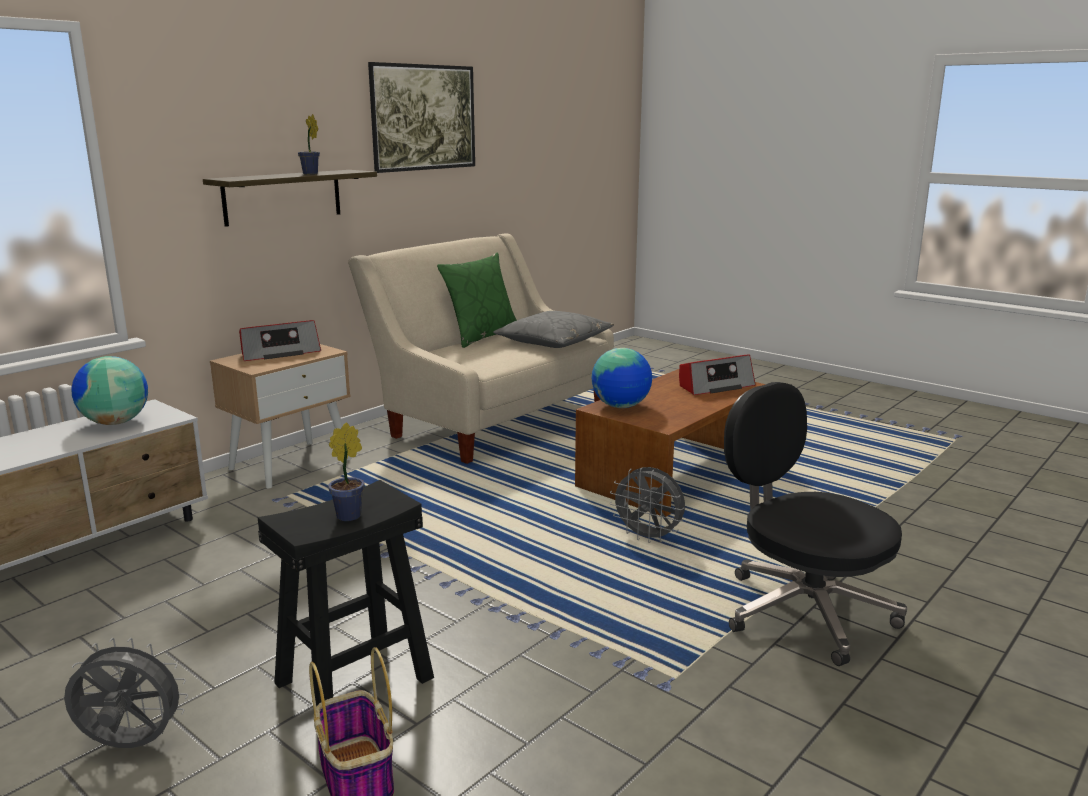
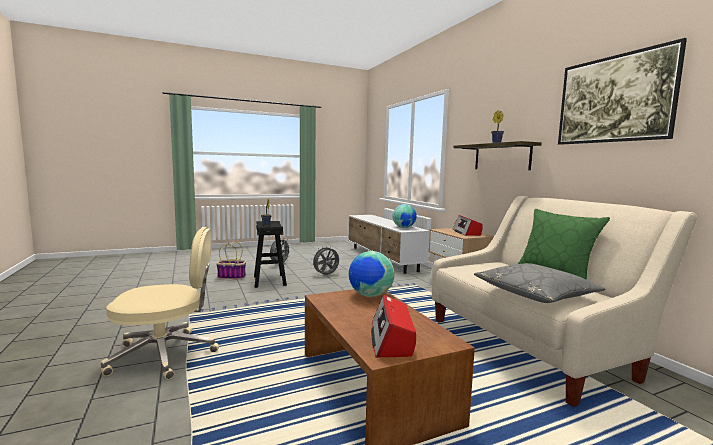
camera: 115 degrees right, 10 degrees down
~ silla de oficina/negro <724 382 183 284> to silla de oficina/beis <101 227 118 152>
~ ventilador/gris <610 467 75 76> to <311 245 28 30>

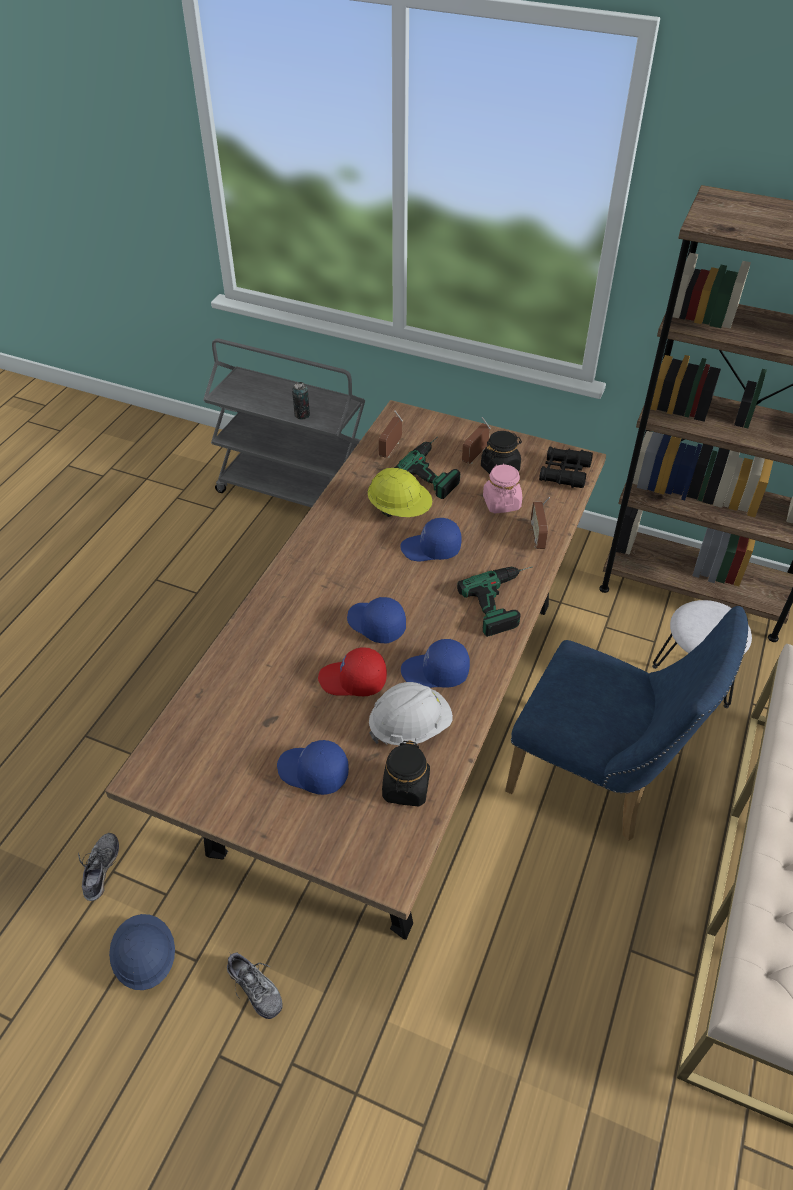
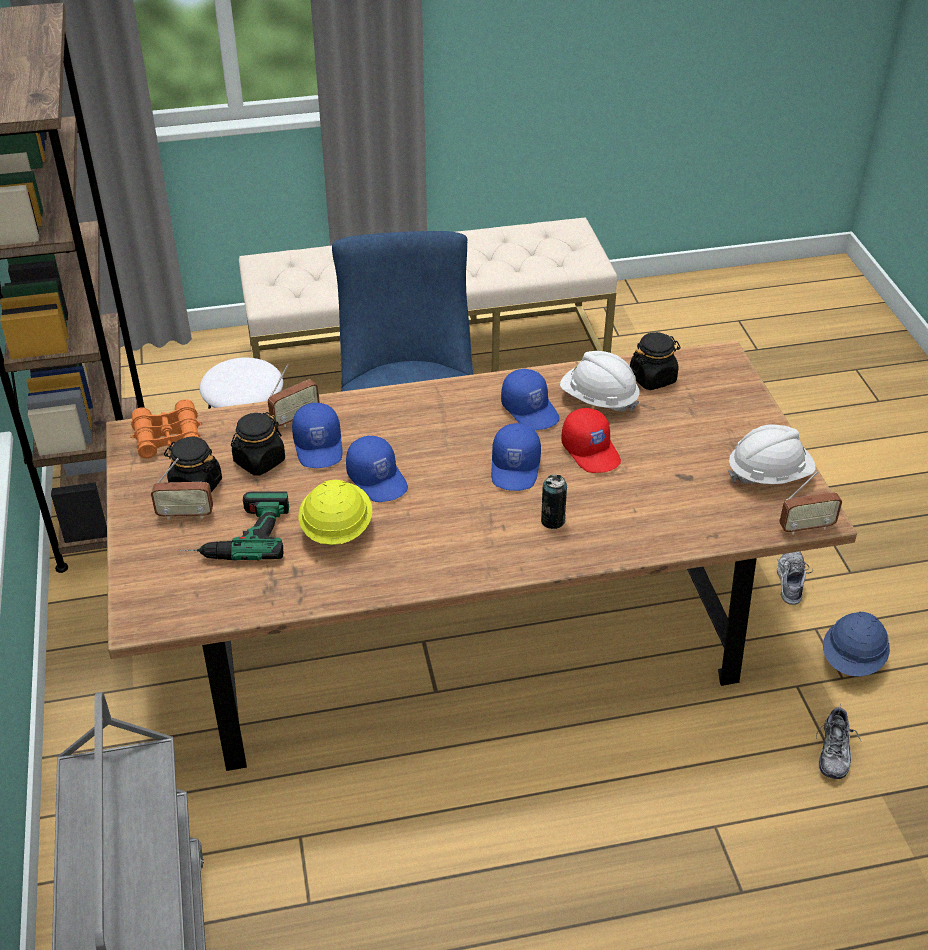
camera: 125 degrees left, 5 degrees down
~ lata <292 382 18 38> to <541 474 26 55>
~ radio <379 410 24 48> to <779 471 63 64>
~ prismáticos/negro <539 446 54 42> to prismáticos/naranja <130 399 72 59>
~ tarro/rosa <483 464 39 49> to tarro/negro <231 412 54 64>
- taladro <457 566 76 71>
~ gorra/azul <277 740 72 55> to <292 403 51 65>
~ zapato <78 833 41 68> = <816 706 45 73> 45 degrees counterclockwise
+ casco/blanco <728 424 88 61>

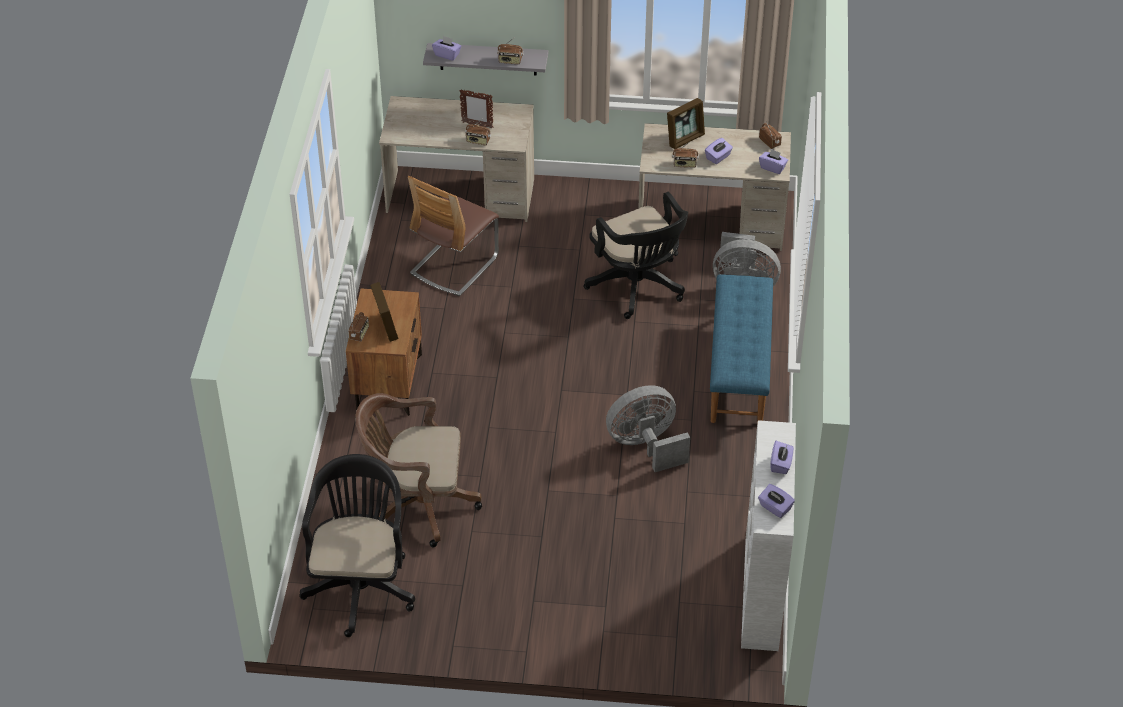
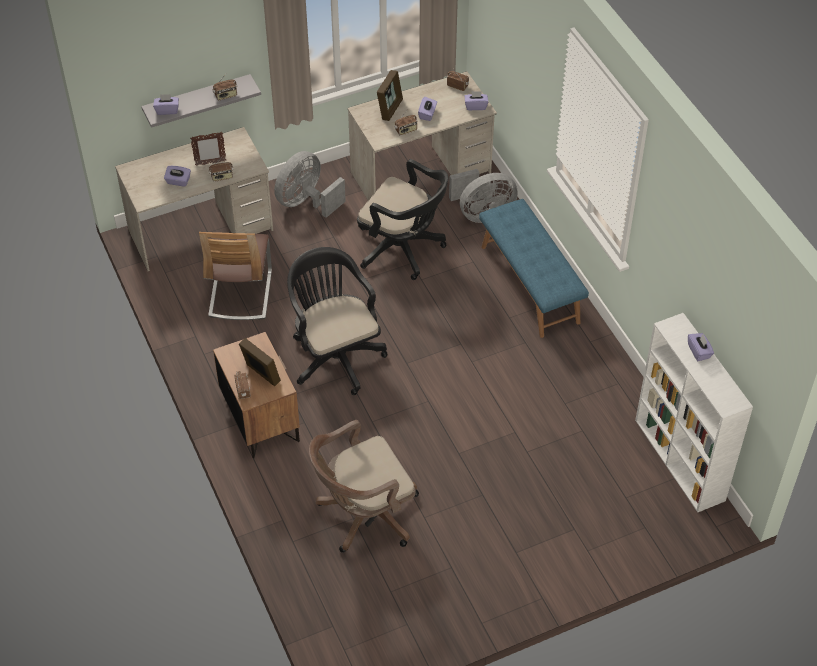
camera: 30 degrees left, 5 degrees up
~ ventilador/gris <606 385 84 87> to <274 151 72 67>
~ silla de oficina/negro <300 454 115 183> to <287 247 101 148>
~ caja de pañuelos/morado <758 484 37 34> to <164 166 27 21>

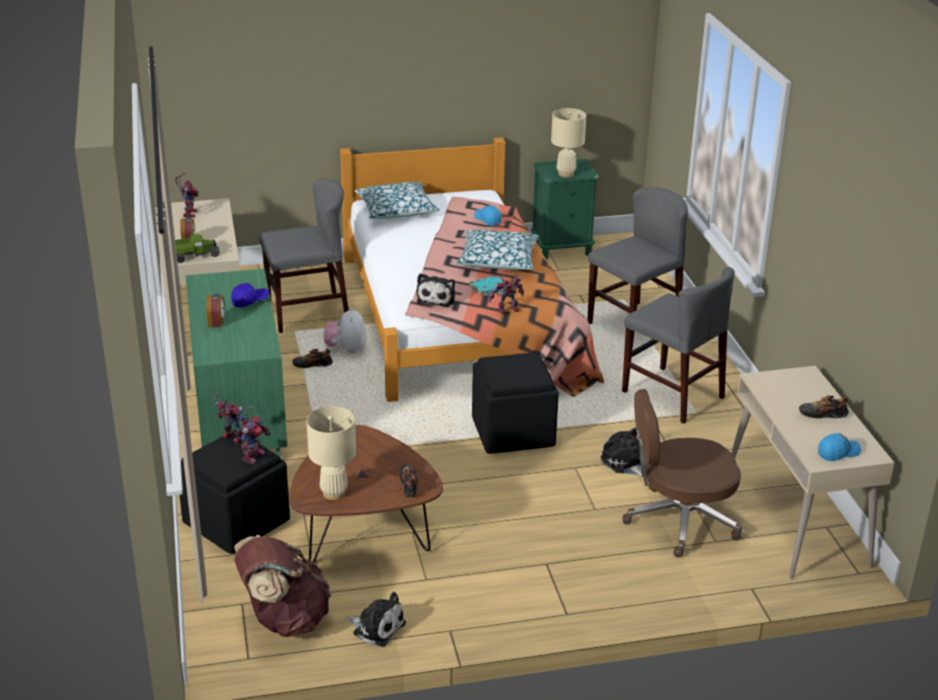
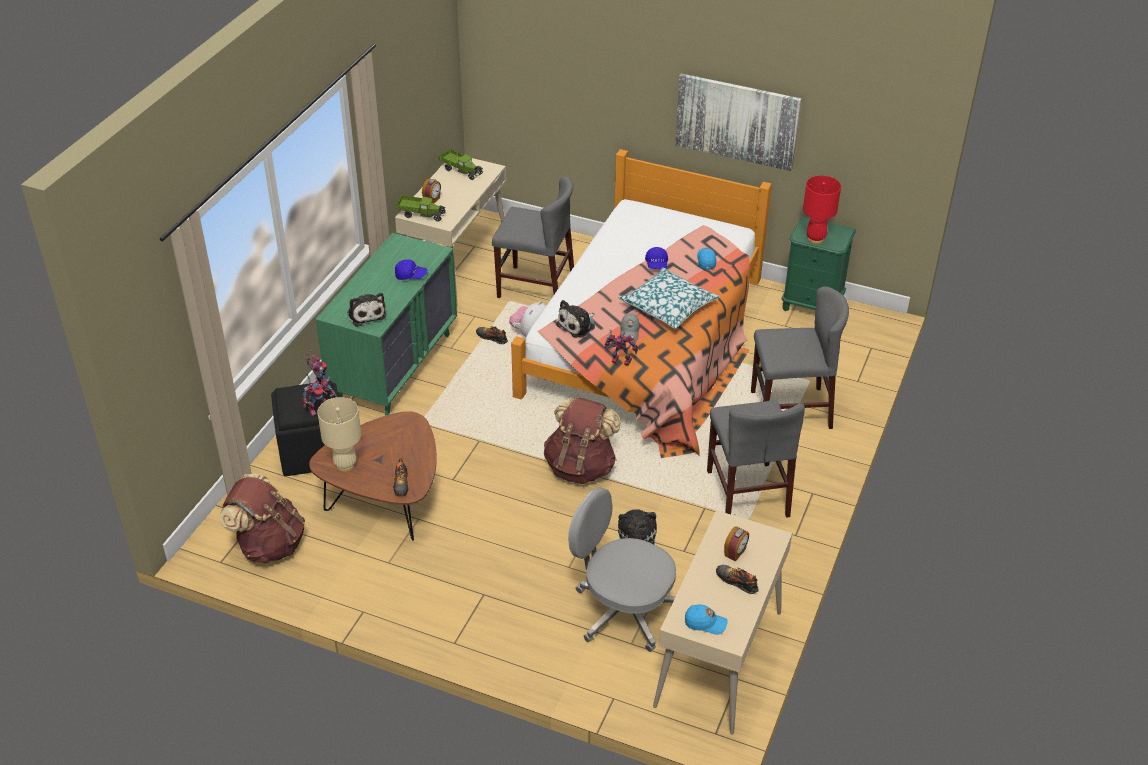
camera: 35 degrees right, 10 degrees up
~ lámpara de mesa/beis <551 108 35 69> to lámpara de mesa/rojo <803 176 38 68>
~ robot de juguete <175 173 24 45> to camión de juguete <439 149 44 31>
- cojín <355 182 85 37>
~ libro/turquesa <469 275 35 21> to gorra/gris <620 313 20 27>
~ despertador <206 294 19 33> to <724 526 25 35>
~ puf/negro <472 352 87 102> to mochila/marrón <544 397 77 87>
~ silla de oficina/marrón <623 389 119 169> to silla de oficina/gris <568 488 108 164>
~ zapato <400 464 18 33> = <393 458 15 38> 150 degrees clockwise
~ peluche <345 592 61 55> to <347 293 39 34>
+ cuadro <675 74 126 97>
+ gorra/azul <645 247 23 22>

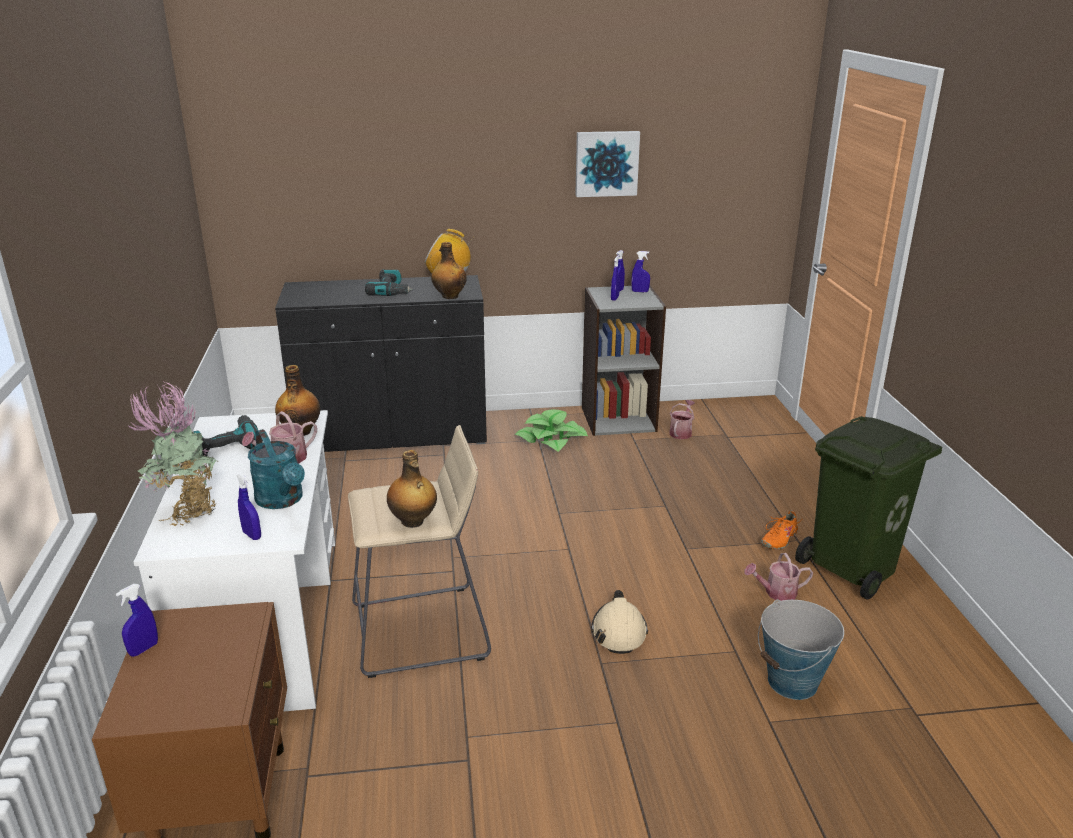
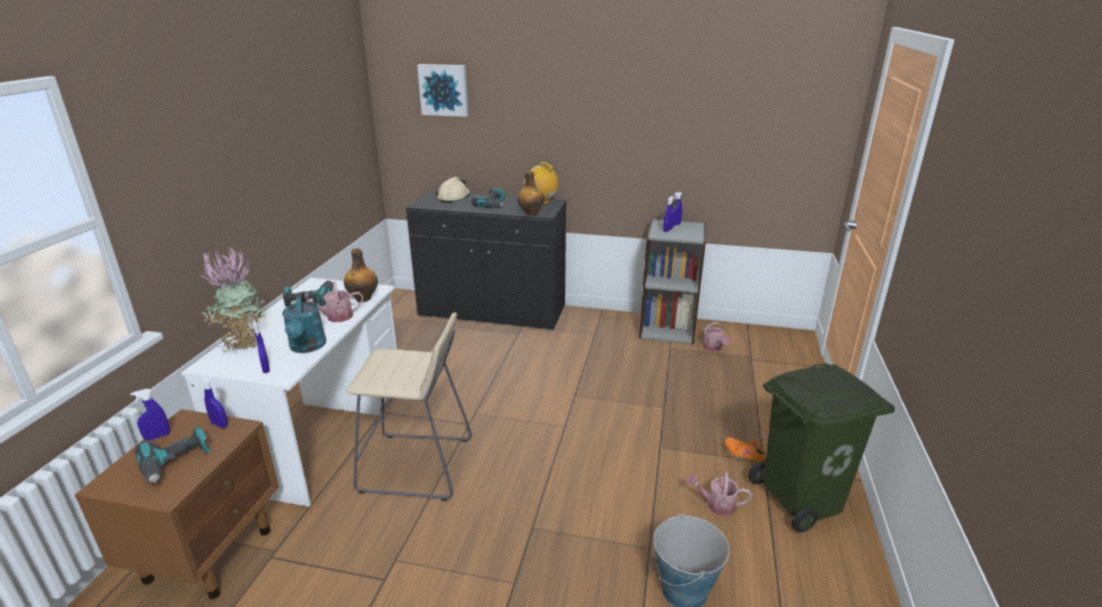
camera: 20 degrees right, 0 degrees up
~ cuadro <575 131 65 66> to <417 64 52 53>
~ pulverizador/azul <631 251 19 41> to <201 377 27 51>
~ regadera <669 400 26 39> = <703 322 27 30> 120 degrees clockwise
- planta en maceta <514 409 74 43>
- botella <387 450 50 78>
~ zapato/naranja <761 510 38 39> = <725 437 42 29> 75 degrees clockwise
~ casco/beis <591 590 57 64> to <436 177 35 26>
+ taladro <135 426 76 57>

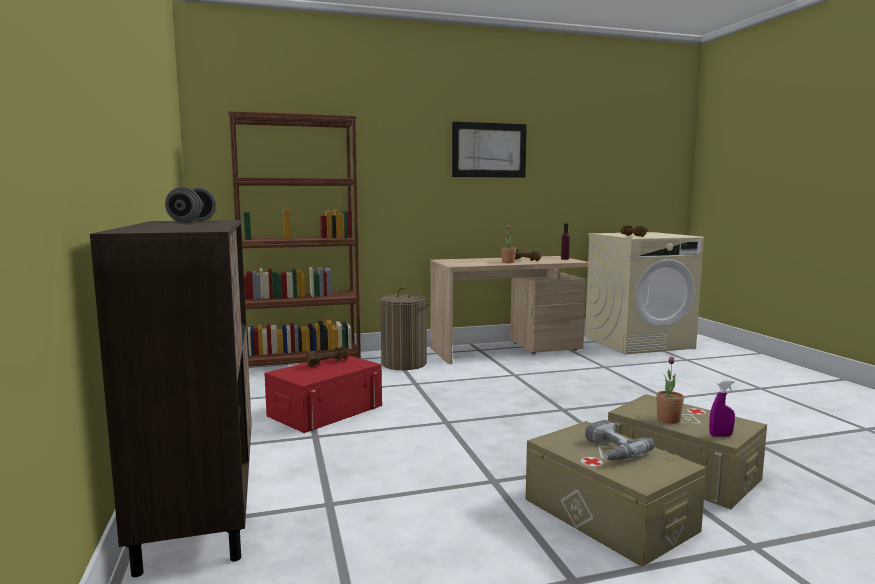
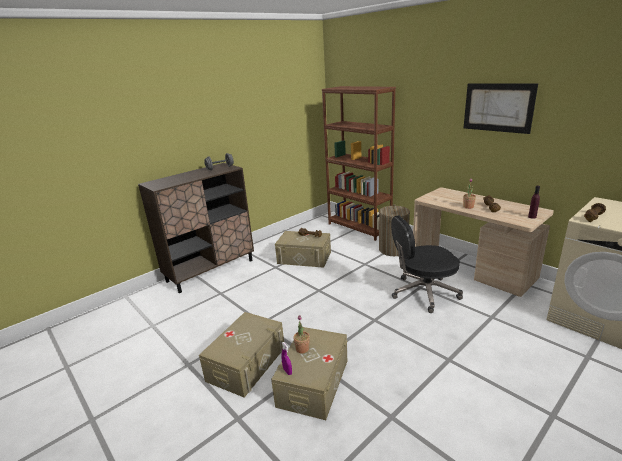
camera: 65 degrees right, 15 degrees up
~ caja de almacenaje/rojo <264 355 118 78> to caja de almacenaje/beis <275 231 56 37>
- taladro <585 420 70 41>
+ silla de oficina/negro <391 215 72 98>

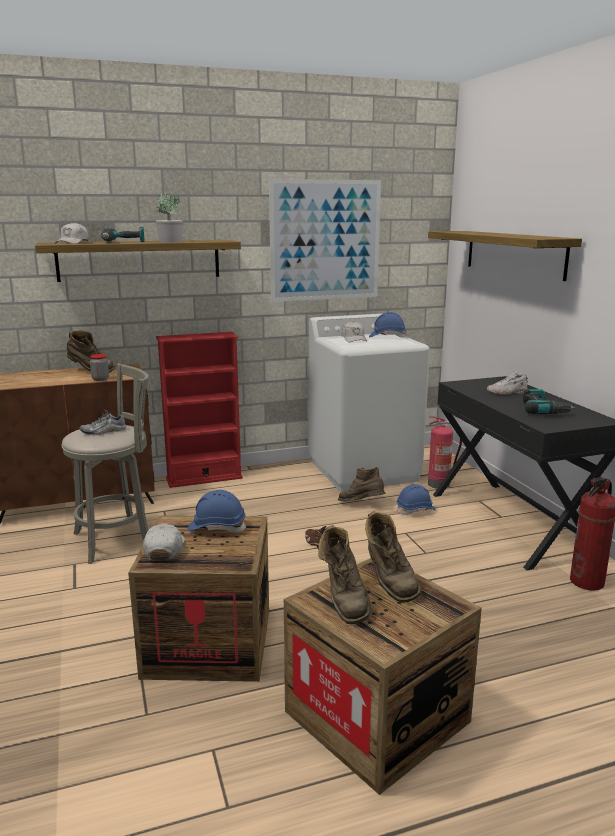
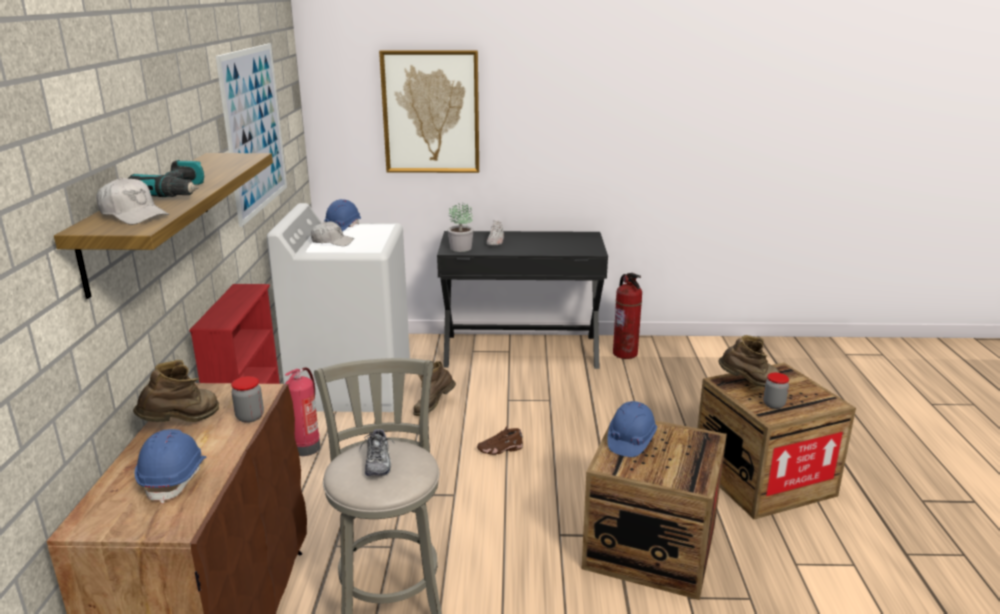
camera: 70 degrees left, 5 degrees up
~ planta en maceta <156 193 27 50> to <447 202 27 50>
~ estante <428 231 154 50> to cuadro <379 50 100 123>
- taladro <523 389 52 25>
~ extintor <428 416 34 73> to <285 367 35 89>
~ casco/azul <397 484 39 31> to <135 429 71 75>
- gorra/blanco <143 523 42 38>
~ bota/marrón <318 525 53 99> to tarro <763 373 26 36>

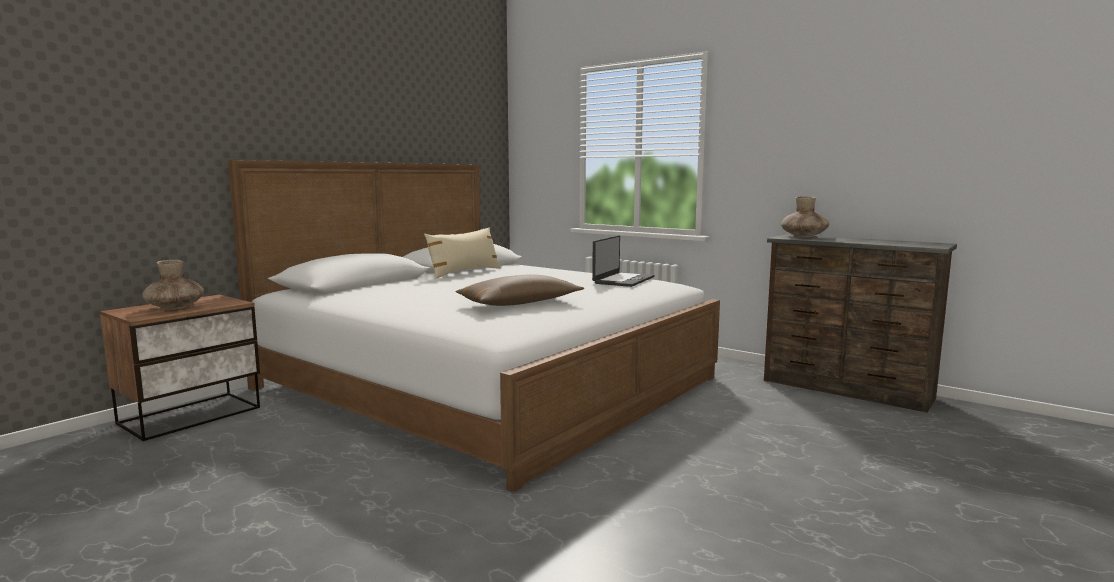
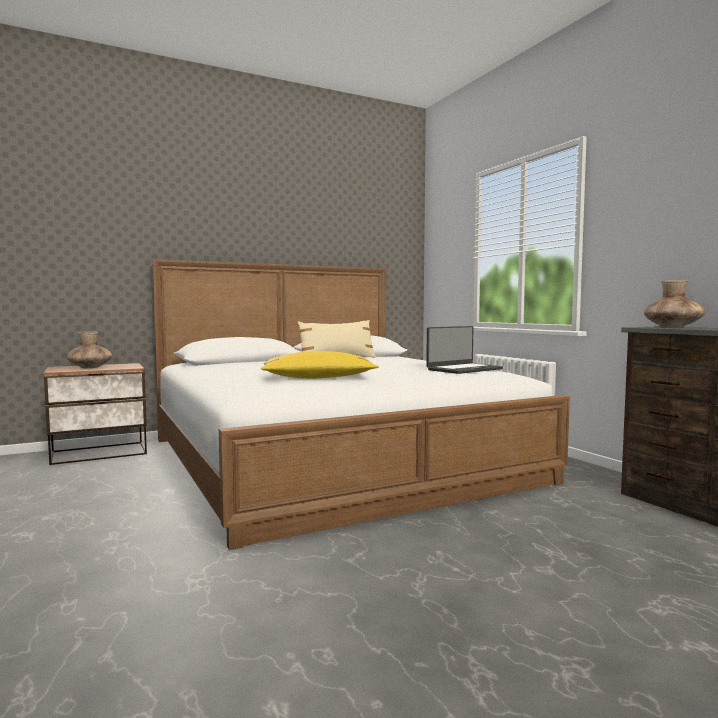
camera: 25 degrees right, 5 degrees down
~ cojín/marrón <455 274 129 32> to cojín/amarillo <261 351 118 27>

